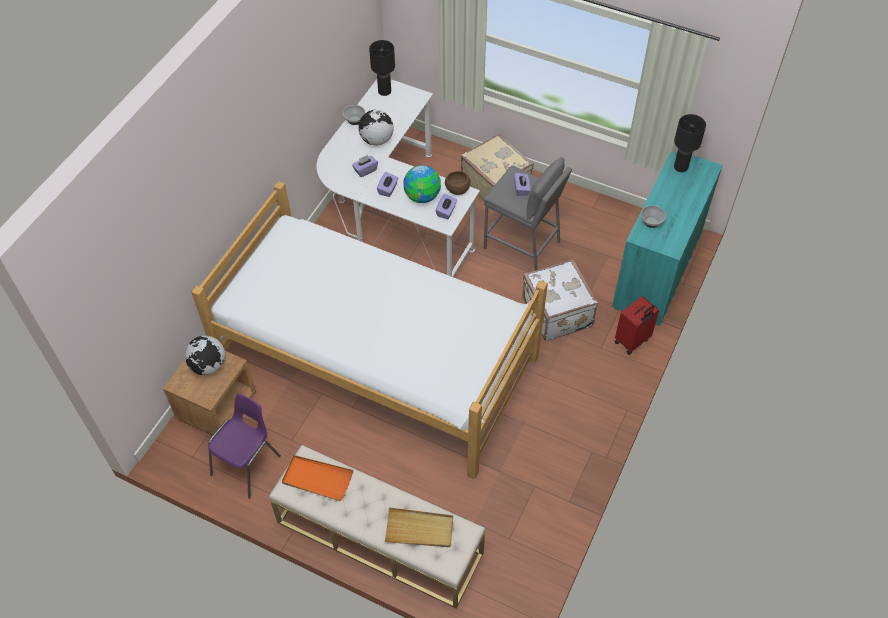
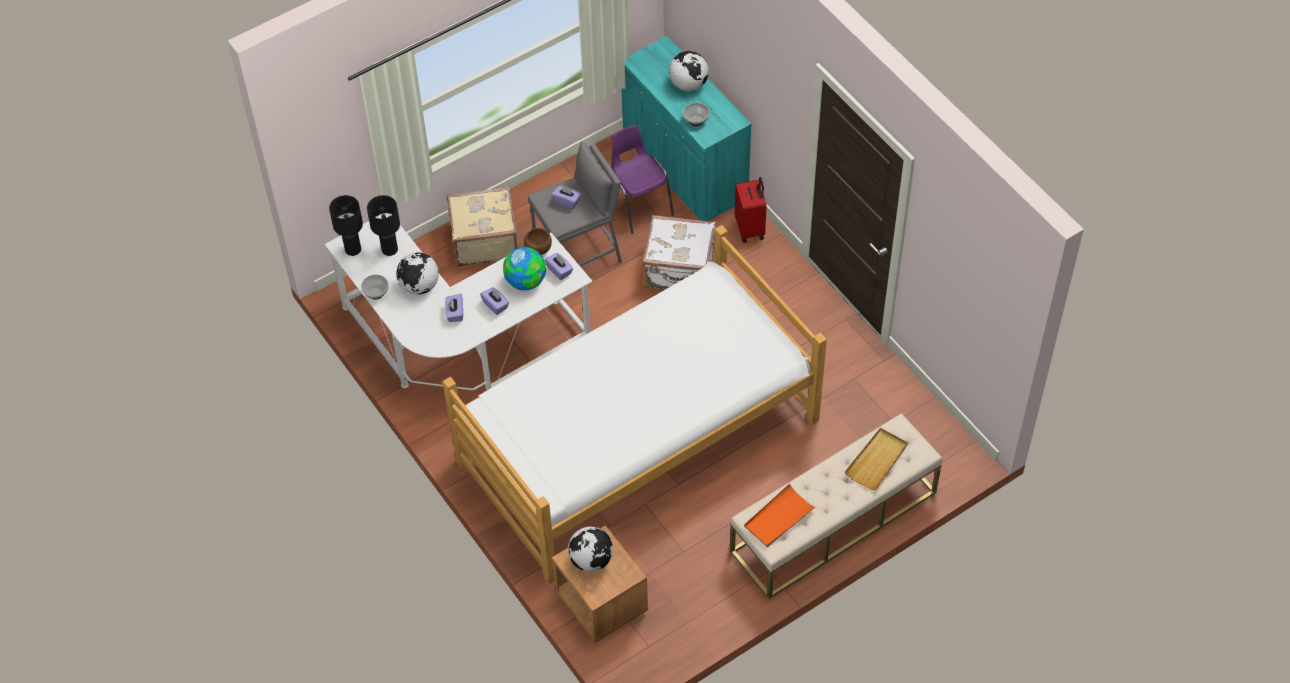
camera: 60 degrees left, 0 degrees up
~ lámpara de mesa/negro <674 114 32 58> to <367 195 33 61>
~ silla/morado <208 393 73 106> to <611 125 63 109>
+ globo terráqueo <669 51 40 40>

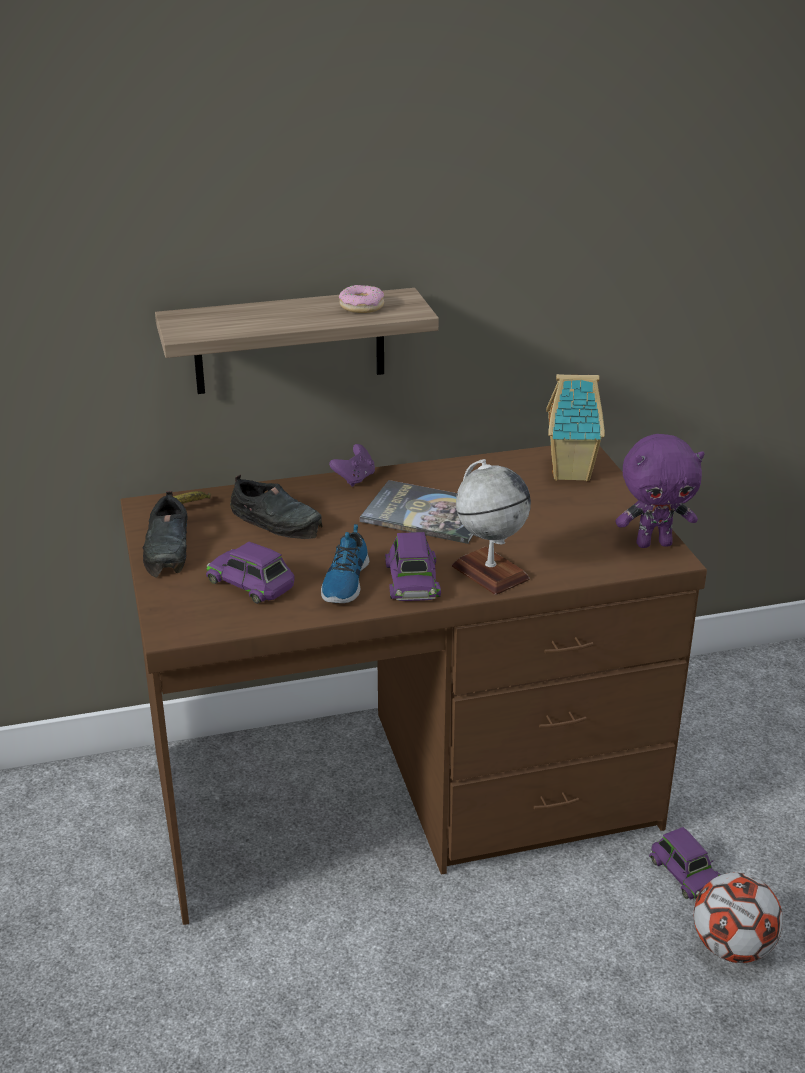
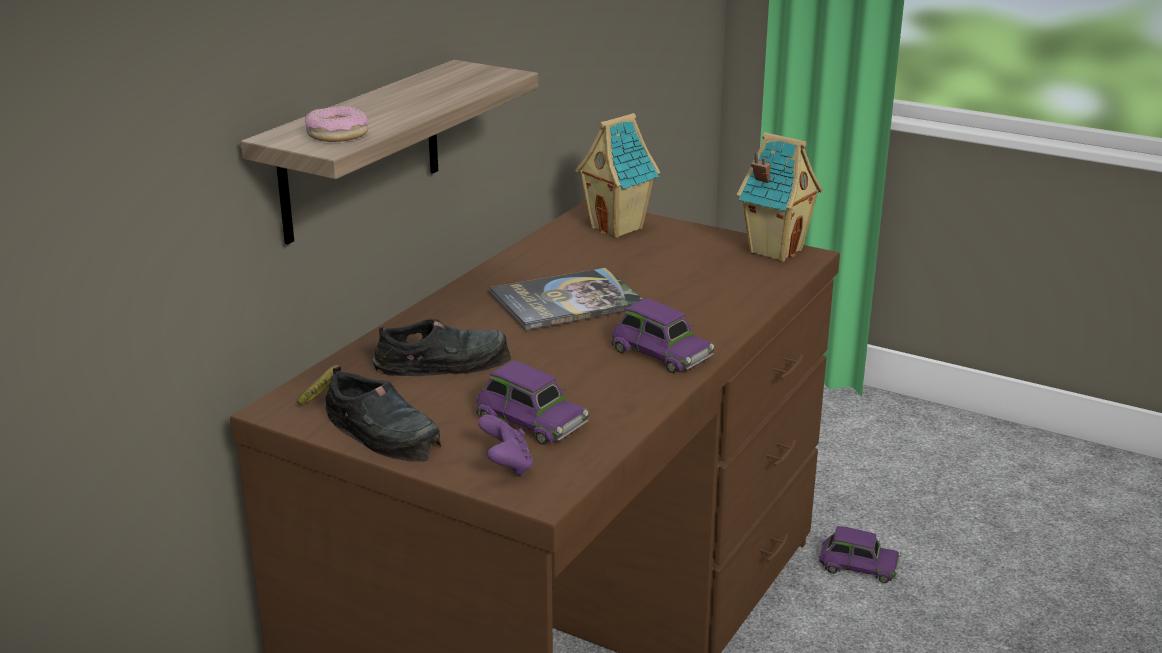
camera: 45 degrees left, 5 degrees down
~ rosquilla <339 285 45 28> to <305 106 63 36>
~ peluche/morado <615 434 90 114> to casita <737 132 86 130>
~ mando de consola/morado <329 444 46 43> to <478 415 55 61>
- globo terráqueo <452 459 79 136>
- zapato <321 524 48 79>
~ coche de juguete/morado <206 542 89 62> = <476 360 113 85> 135 degrees counterclockwise
- balón de fútbol <694 873 89 90>

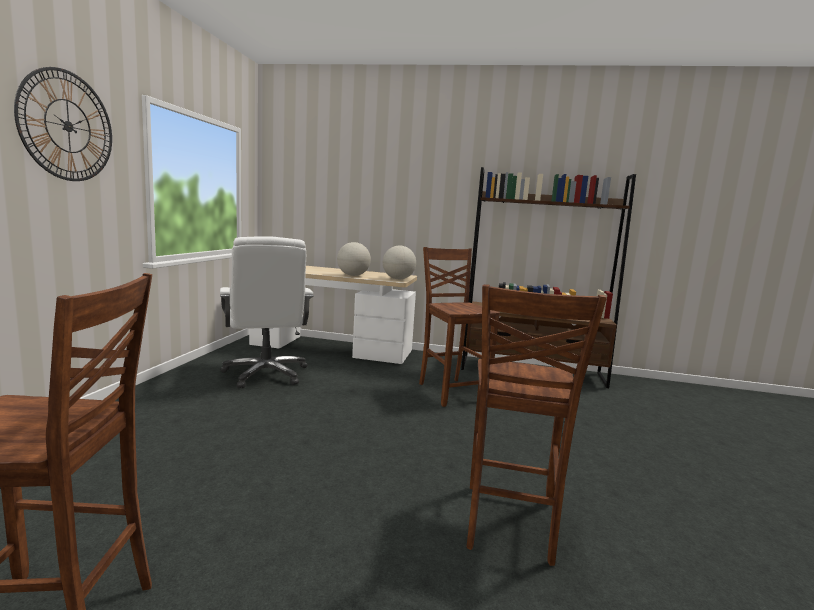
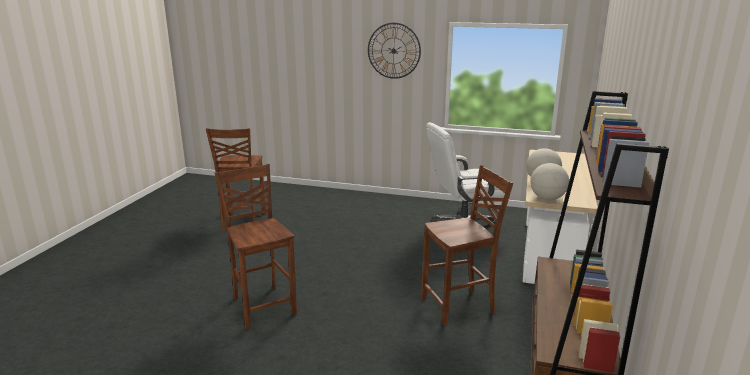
camera: 95 degrees right, 10 degrees up
~ silla/marrón <467 284 140 282> = <214 164 83 165> 45 degrees clockwise

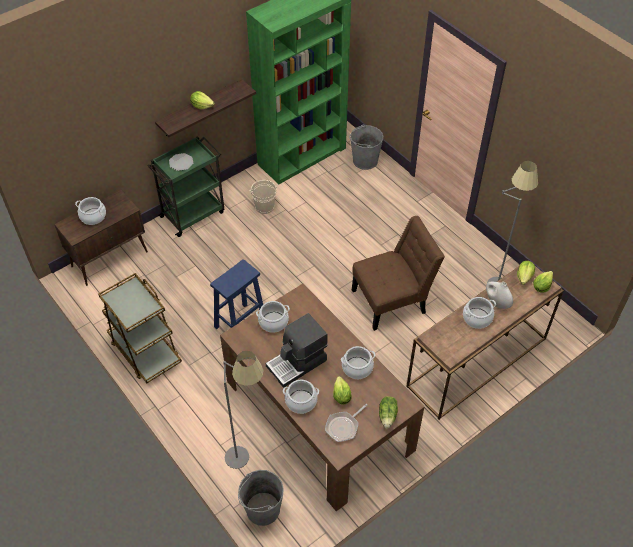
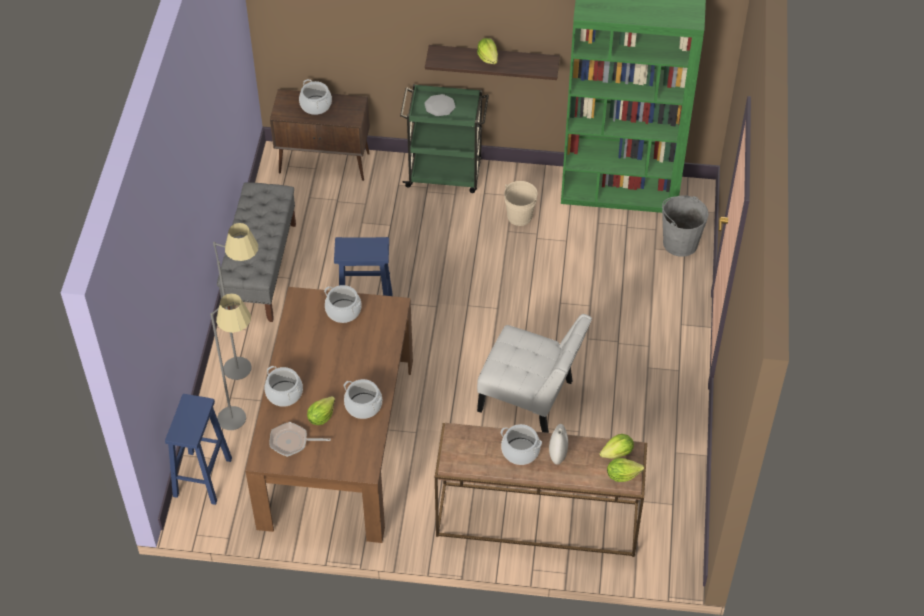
camera: 45 degrees right, 0 degrees up
~ lámpara de pie/gris <487 161 51 122> to <213 223 45 157>
~ silla/marrón <352 216 93 115> to silla/blanco <477 314 115 119>
~ carrito/marrón <98 273 84 110> to banco/gris <217 182 79 140>
- cafetera <266 313 61 75>
- lechuga <379 396 19 33>
~ cubo/gris <238 470 46 56> to taburete/azul <165 394 67 111>

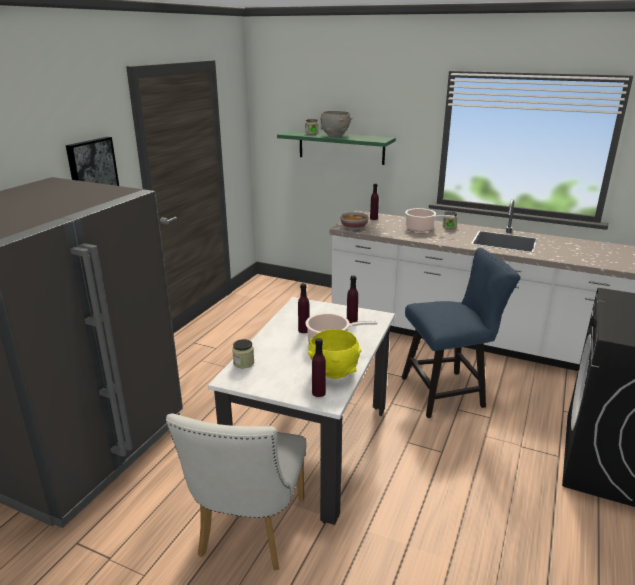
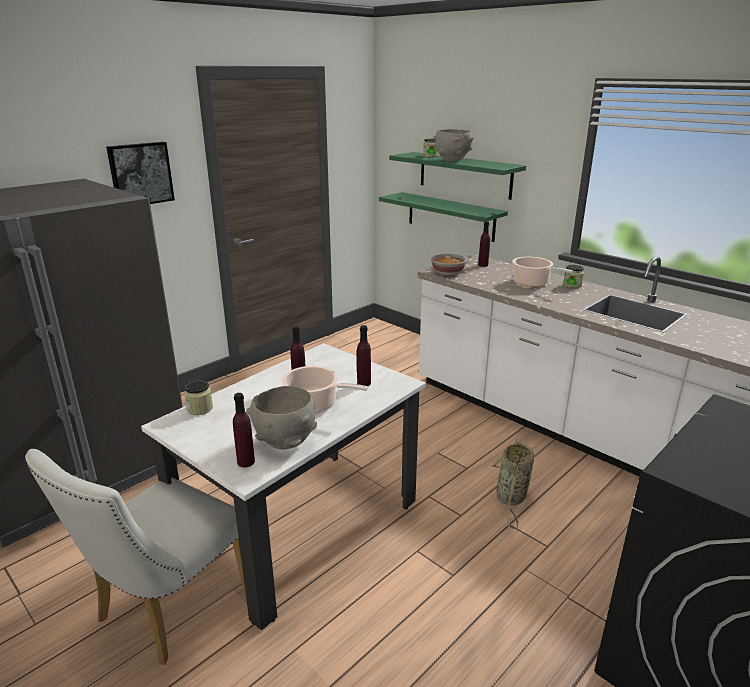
camera: 20 degrees right, 0 degrees up
~ silla/azul <402 248 119 170> to cesta <491 439 43 90>
~ cuenco/amarillo <308 329 54 50> to cuenco/gris <246 386 71 63>
+ estante/verde <379 192 129 50>

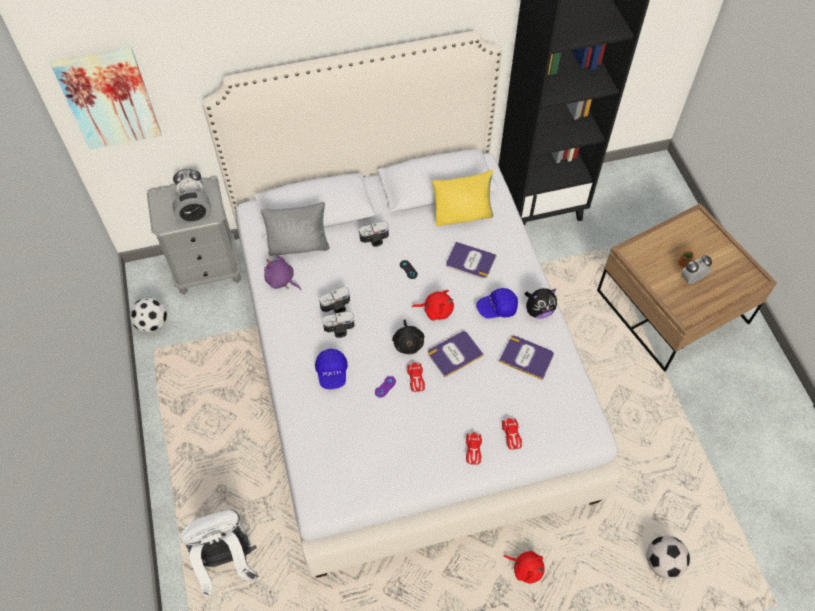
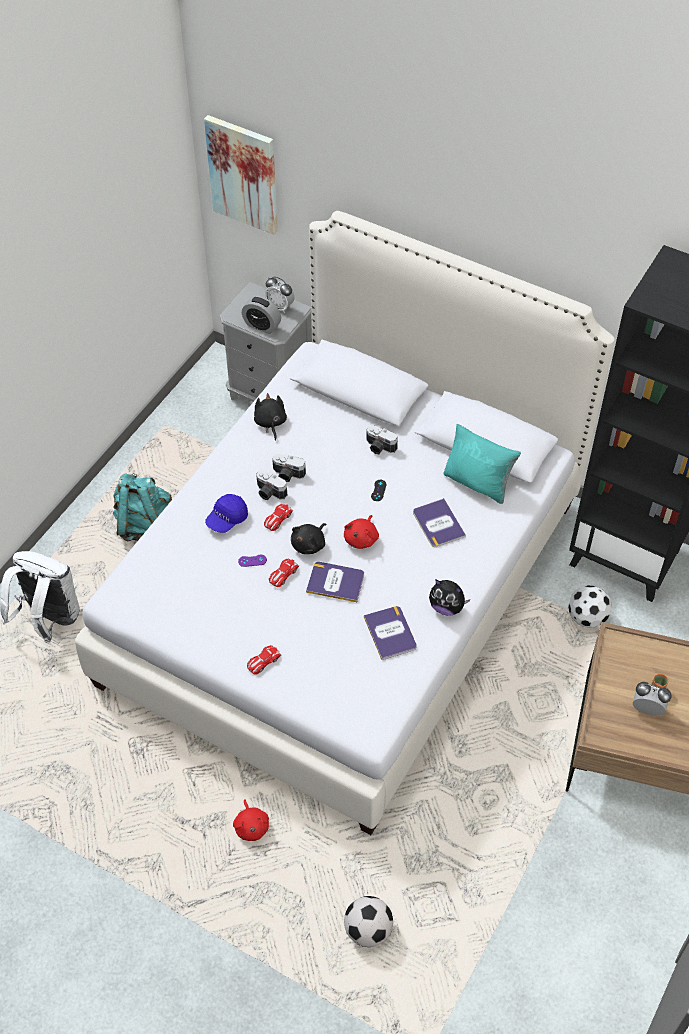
camera: 45 degrees right, 5 degrees down
~ cojín/amarillo <432 170 61 56> to cojín/turquesa <443 424 78 80>
- cojín/gris <260 202 70 54>
~ peluche/morado <264 255 37 35> to peluche/negro <254 393 33 47>
- gorra/azul <476 288 42 31>
~ peluche/rojo <412 290 42 31> = <344 515 35 34> 60 degrees clockwise
~ balón de fútbol <130 297 37 36> to <568 585 44 43>
~ coche de juguete <502 418 20 32> to <264 504 29 27>
+ mochila/turquesa <113 473 59 68>

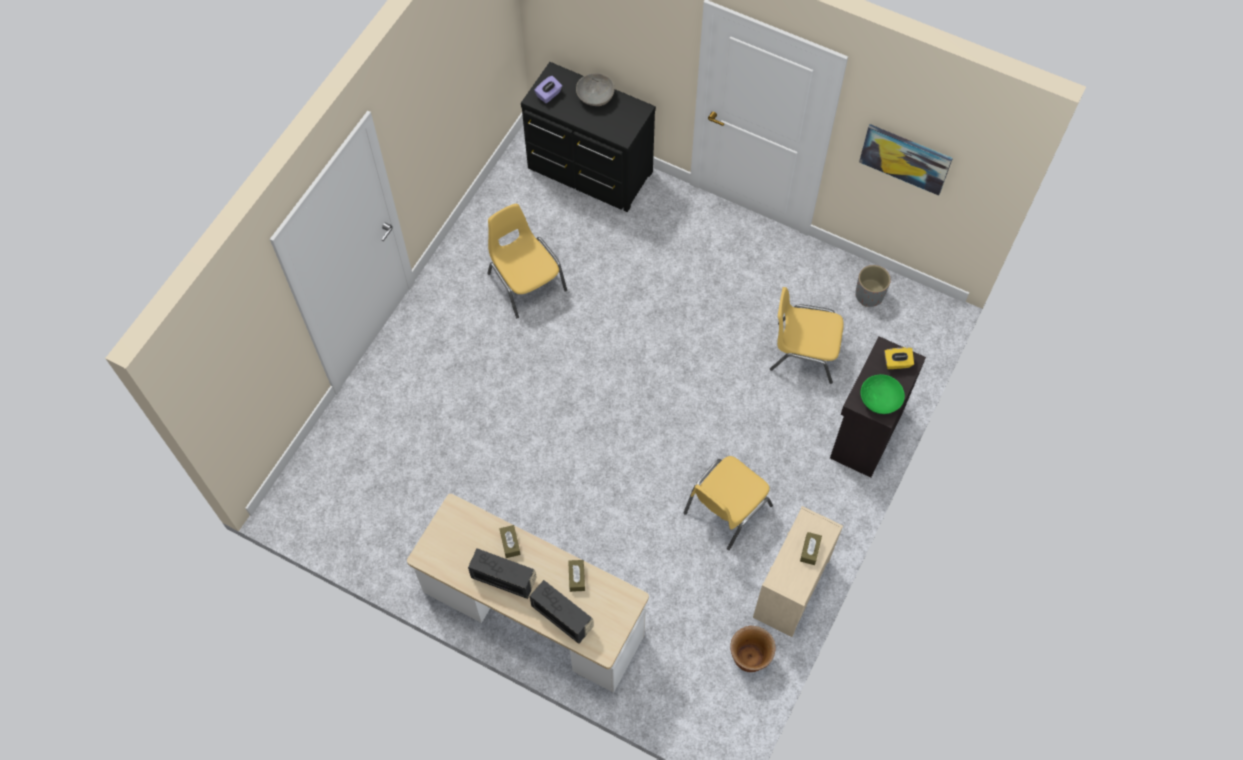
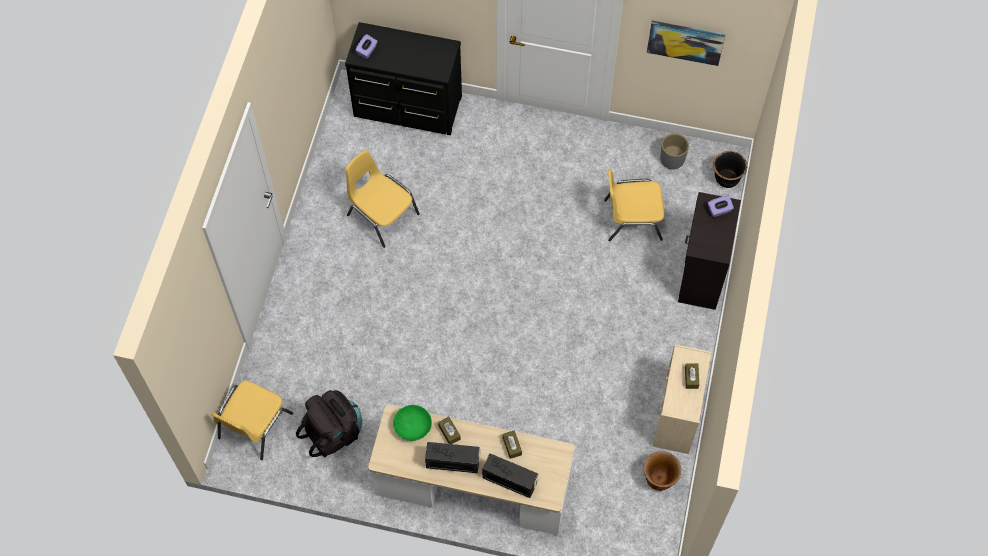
camera: 15 degrees left, 0 degrees up
- cuenco/gris <576 73 39 33>
~ caja de pañuelos/amarillo <884 347 30 22> to caja de pañuelos/morado <708 195 26 22>
~ cuenco/verde <860 374 45 40> to <393 405 39 36>
~ silla/amarillo <684 456 89 94> to <212 381 81 79>
+ maceta/negro <713 151 34 37>
+ mochila/negro <296 390 66 67>

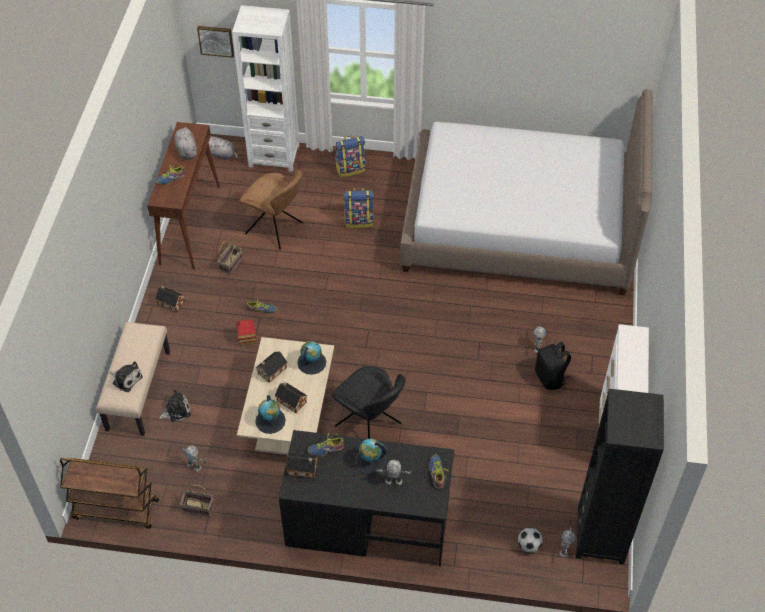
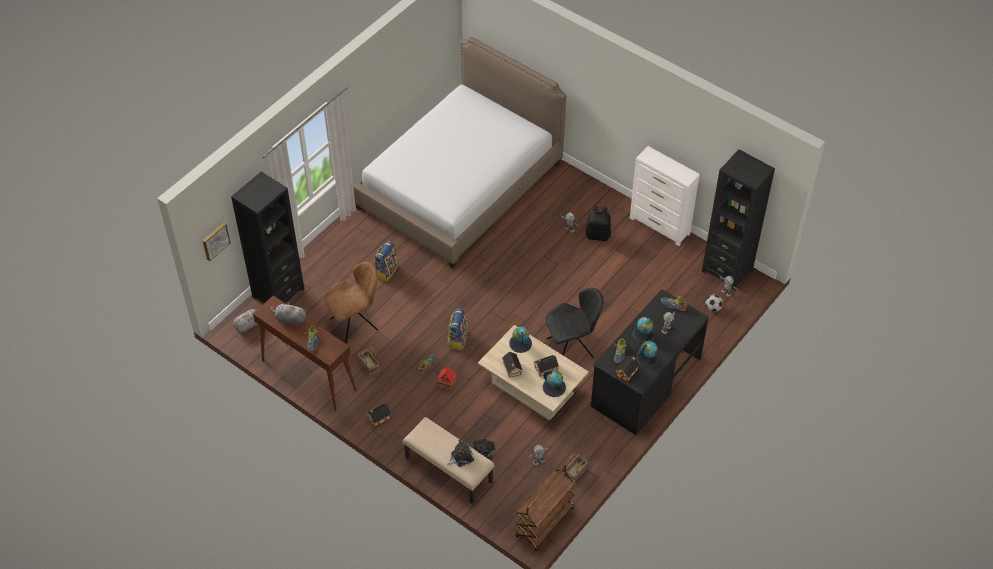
camera: 60 degrees left, 0 degrees up
~ estantería/blanco <232 5 68 167> to estantería/negro <231 171 73 132>
~ mochila <335 136 31 41> to <447 308 21 42>
+ globo terráqueo <636 341 24 27>

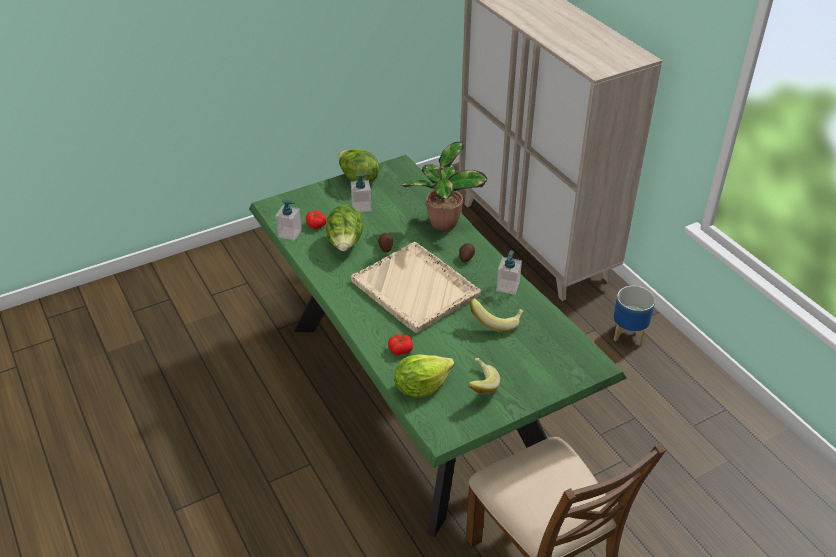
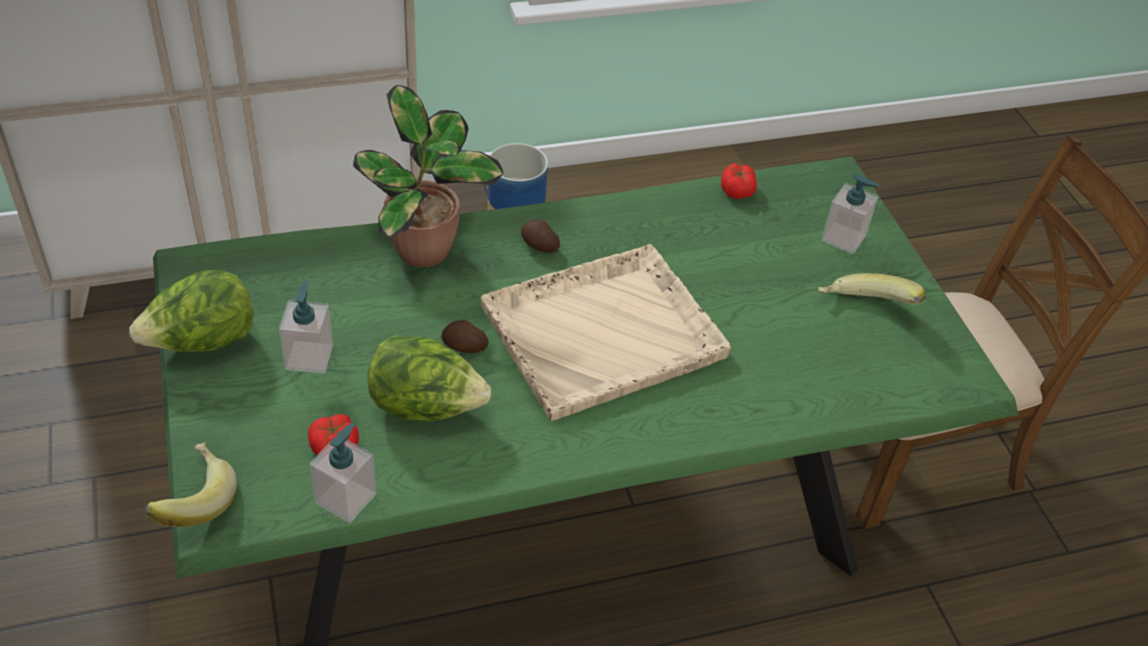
camera: 80 degrees left, 5 degrees up
~ dispensador de jabón <496 250 26 45> to <821 174 59 80>
~ plátano <470 298 54 35> to <146 443 91 84>
~ tomate <388 334 25 21> to <721 163 36 36>
- lechuga <394 354 60 44>

